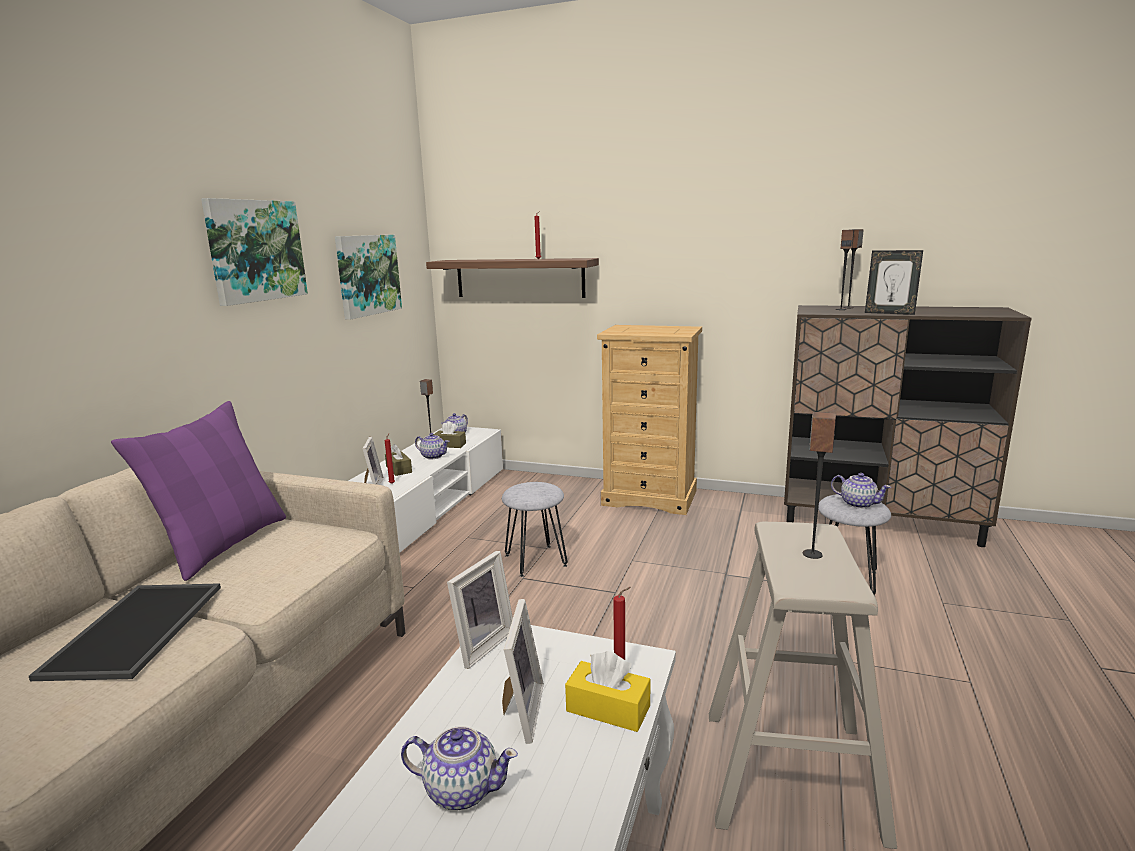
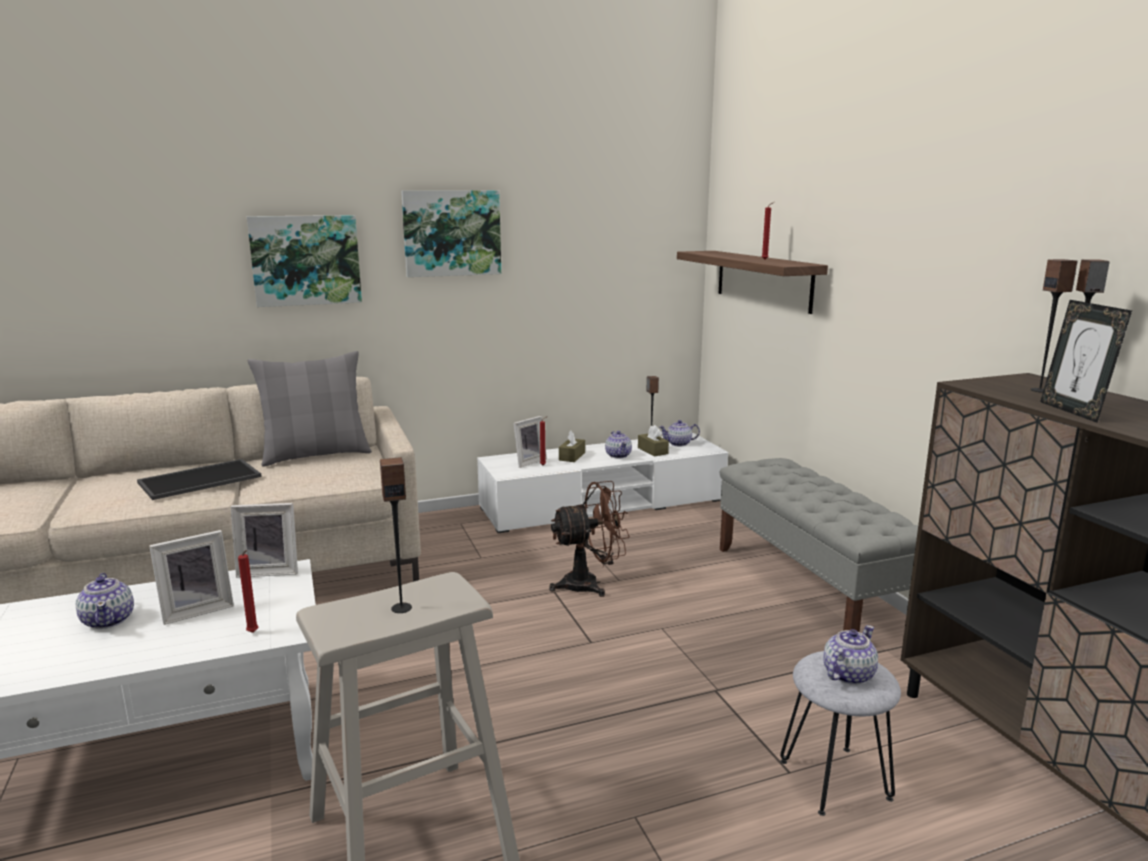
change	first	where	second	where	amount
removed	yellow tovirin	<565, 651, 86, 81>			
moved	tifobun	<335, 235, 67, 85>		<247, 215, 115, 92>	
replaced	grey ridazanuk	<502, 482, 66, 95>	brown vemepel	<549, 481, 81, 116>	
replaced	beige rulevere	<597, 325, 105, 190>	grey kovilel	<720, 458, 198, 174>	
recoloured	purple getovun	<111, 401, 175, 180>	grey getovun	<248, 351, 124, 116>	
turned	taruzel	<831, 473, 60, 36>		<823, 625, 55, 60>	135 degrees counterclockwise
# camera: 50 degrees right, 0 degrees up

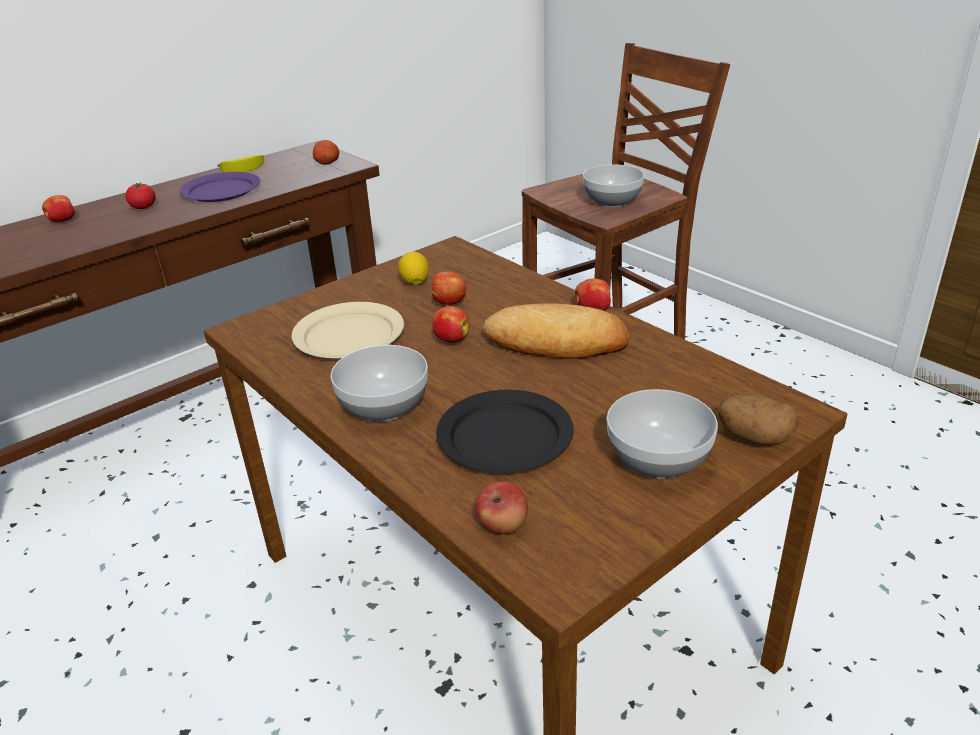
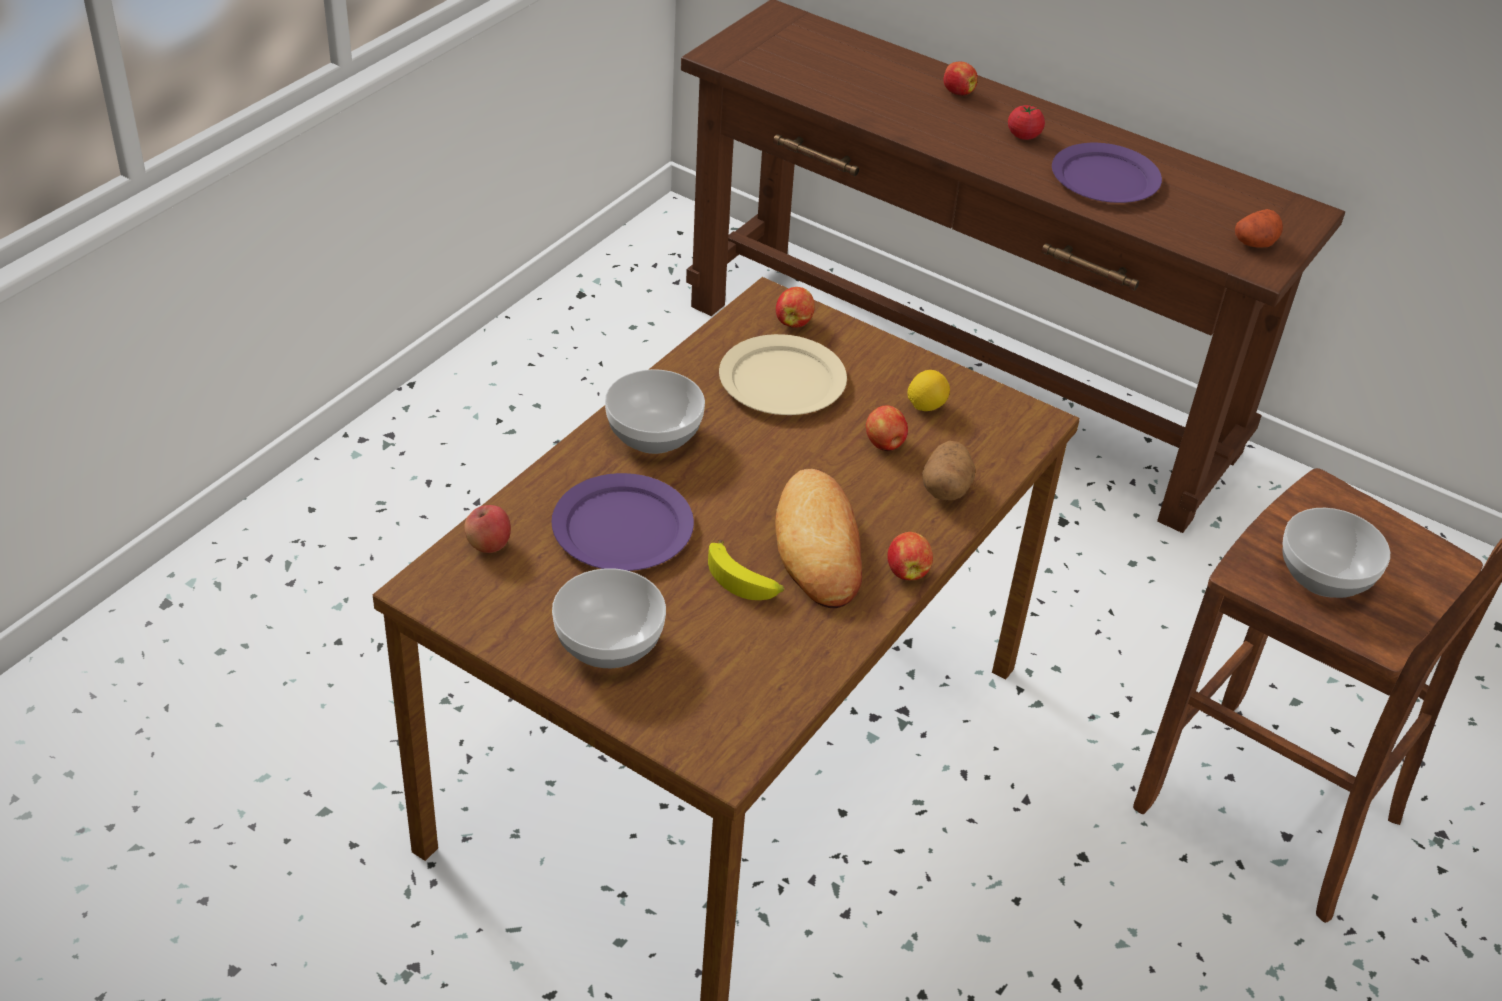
change	first	where	second	where	amount
moved	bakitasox	<217, 155, 47, 17>		<708, 540, 76, 60>	
moved	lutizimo	<432, 306, 38, 36>		<776, 287, 39, 41>	
moved	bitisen	<718, 395, 81, 50>		<922, 441, 53, 59>	
recoloured	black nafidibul	<436, 390, 138, 83>	purple nafidibul	<552, 473, 142, 98>	
# camera: 70 degrees right, 10 degrees up

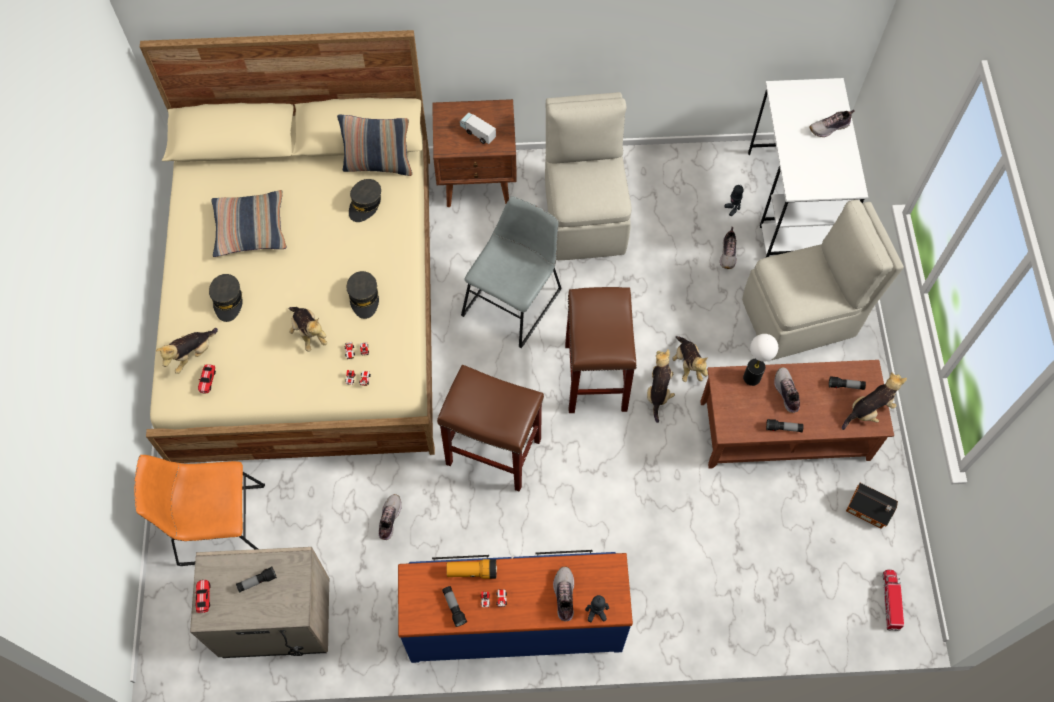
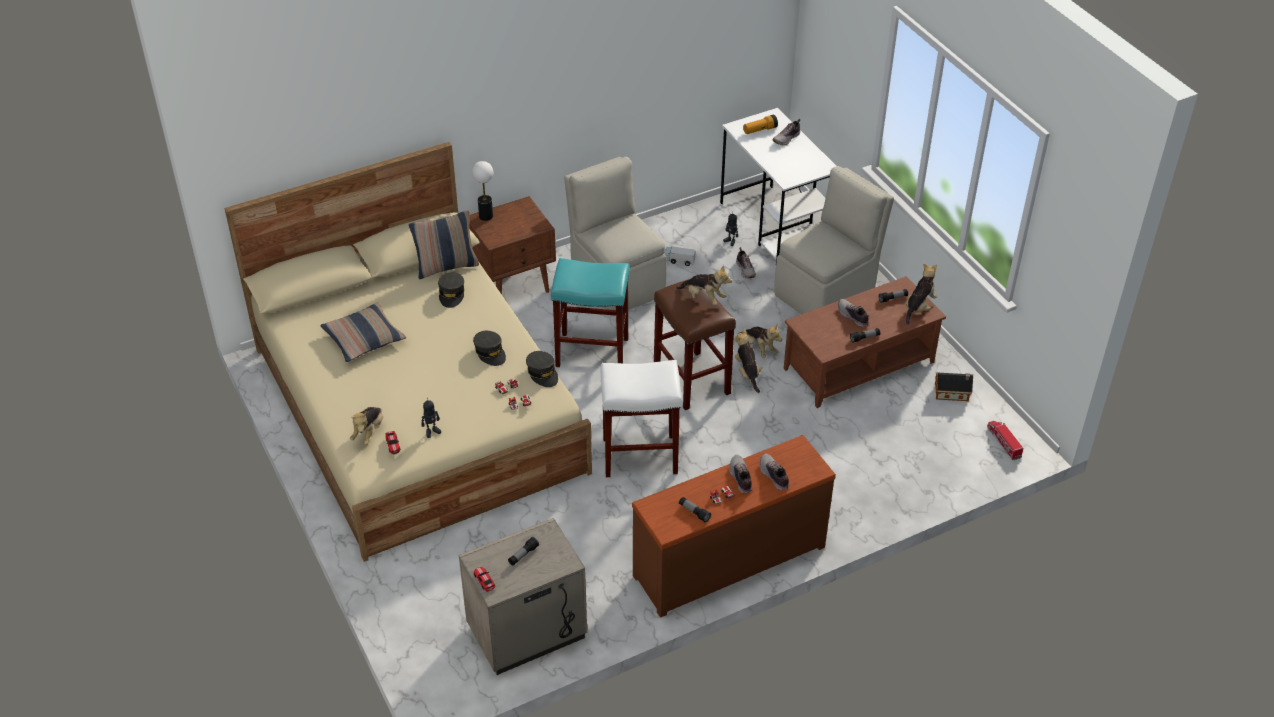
change	first	where	second	where	amount
removed	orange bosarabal	<134, 455, 131, 111>			
moved	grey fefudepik	<209, 274, 34, 48>		<526, 351, 32, 36>	
moved	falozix	<288, 307, 39, 45>		<676, 265, 56, 40>	
moved	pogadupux	<379, 494, 23, 46>		<729, 455, 23, 38>	
moved	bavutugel	<446, 559, 51, 20>		<743, 115, 35, 19>	
moved	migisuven	<460, 112, 36, 32>		<664, 246, 32, 20>	
moved	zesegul	<585, 595, 24, 27>		<421, 400, 20, 38>	
moved	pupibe	<743, 334, 35, 52>		<472, 161, 21, 60>	
replaced	grey bosarabal	<461, 196, 101, 152>	turquoise ridazanuk	<551, 258, 79, 109>	
recoloured	blue rulevere	<398, 550, 235, 113>	brown rulevere	<632, 435, 204, 182>	
recoloured	brown ridazanuk	<437, 365, 107, 127>	white ridazanuk	<601, 360, 81, 117>	
# camera: 25 degrees left, 20 degrees down

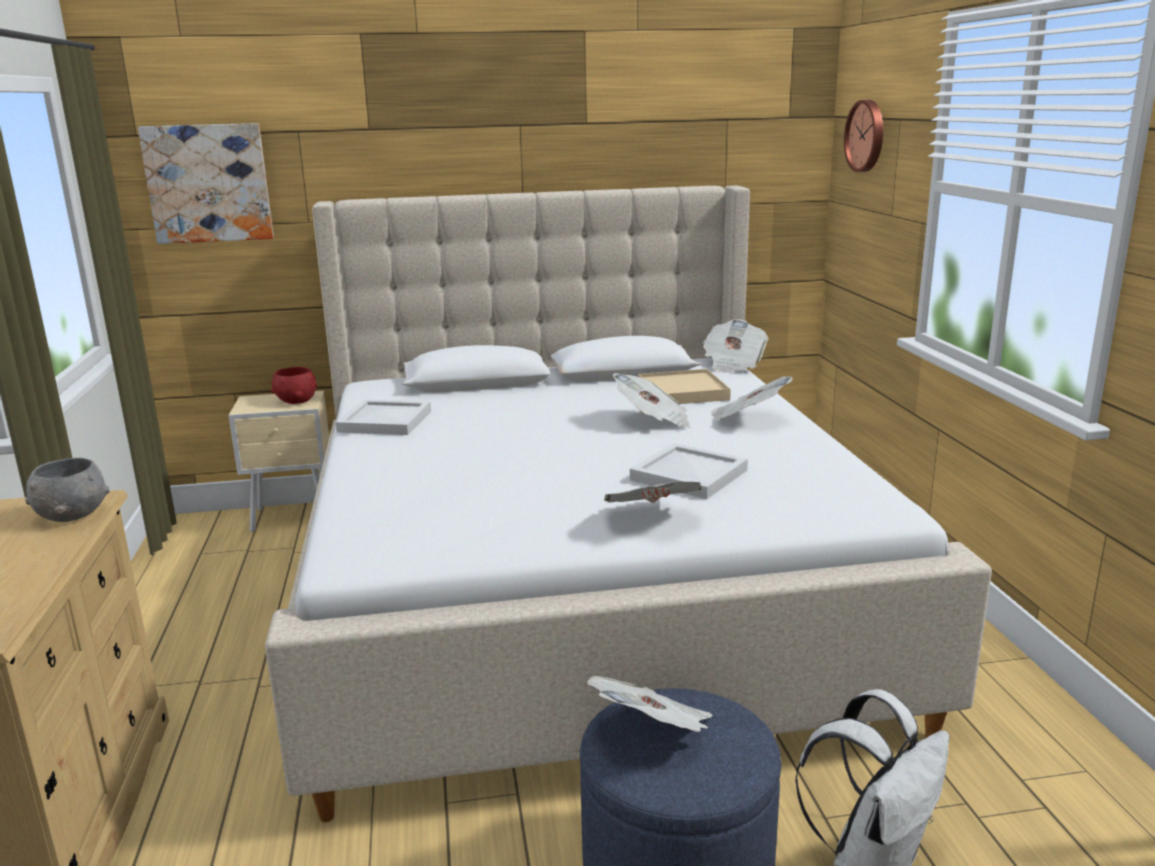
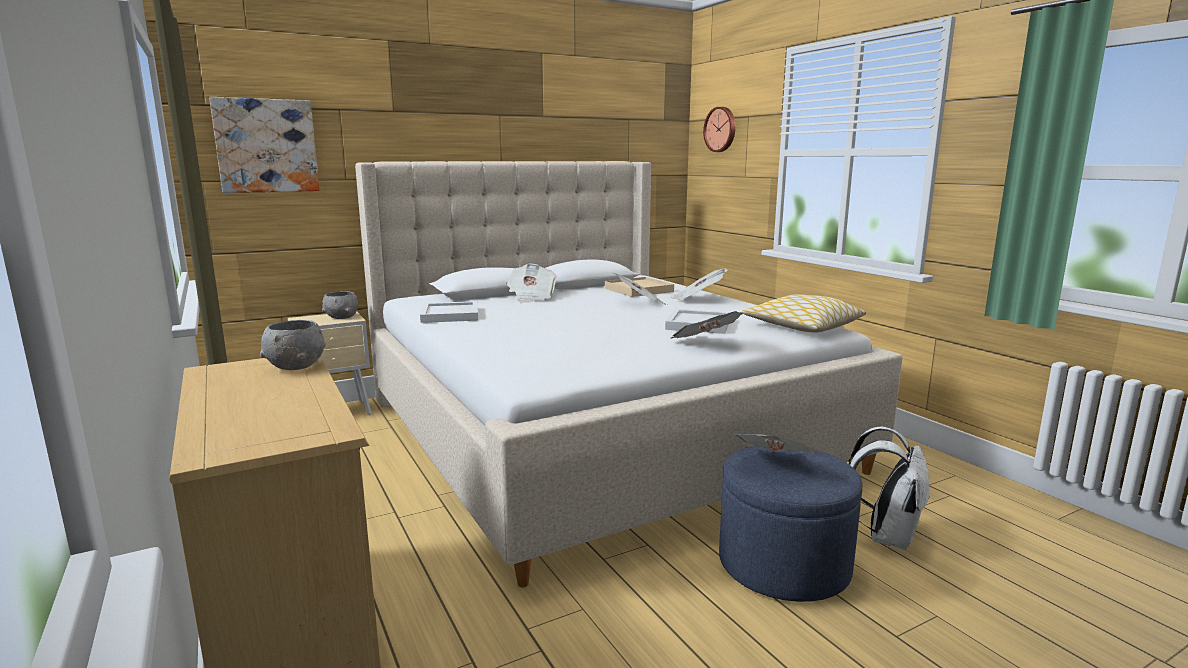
change	first	where	second	where	amount
added			getovun	<742, 294, 124, 39>	
moved	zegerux	<702, 319, 67, 54>		<506, 264, 51, 39>	
recoloured	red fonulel	<271, 367, 46, 37>	grey fonulel	<322, 291, 36, 28>	
# camera: 20 degrees left, 5 degrees down

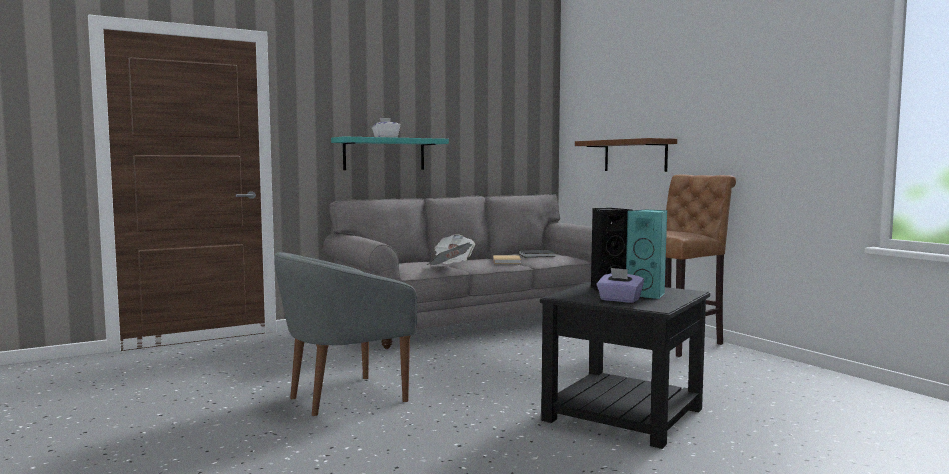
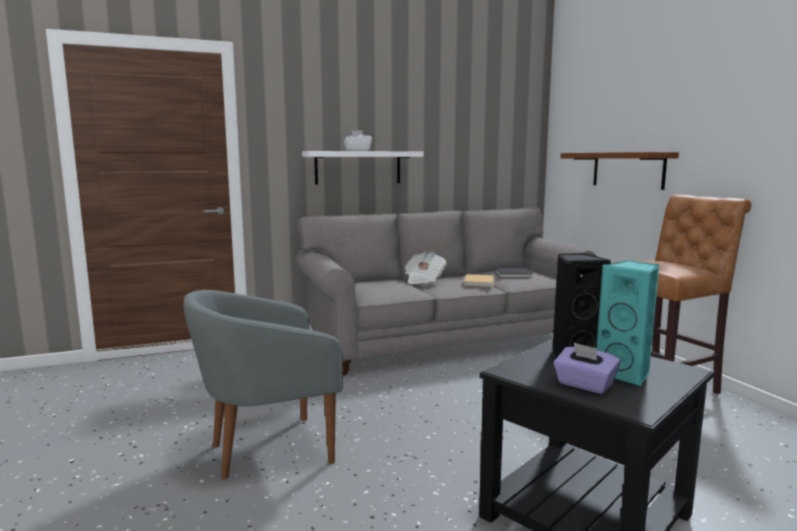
change	first	where	second	where	amount
removed	zegerux	<427, 243, 45, 22>			
recoloured	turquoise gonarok	<331, 136, 118, 34>	white gonarok	<302, 151, 122, 34>	
# camera: 10 degrees right, 5 degrees up

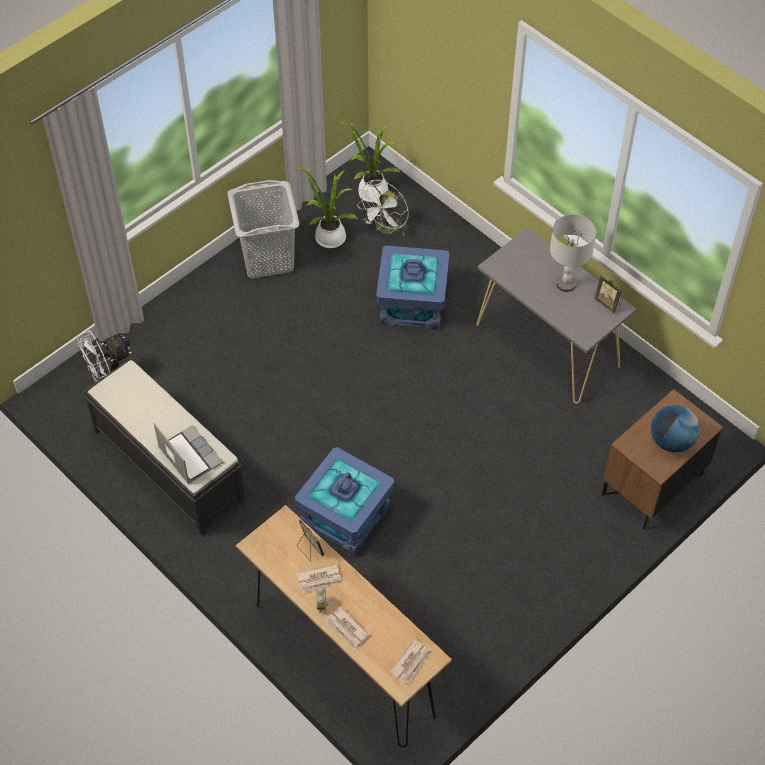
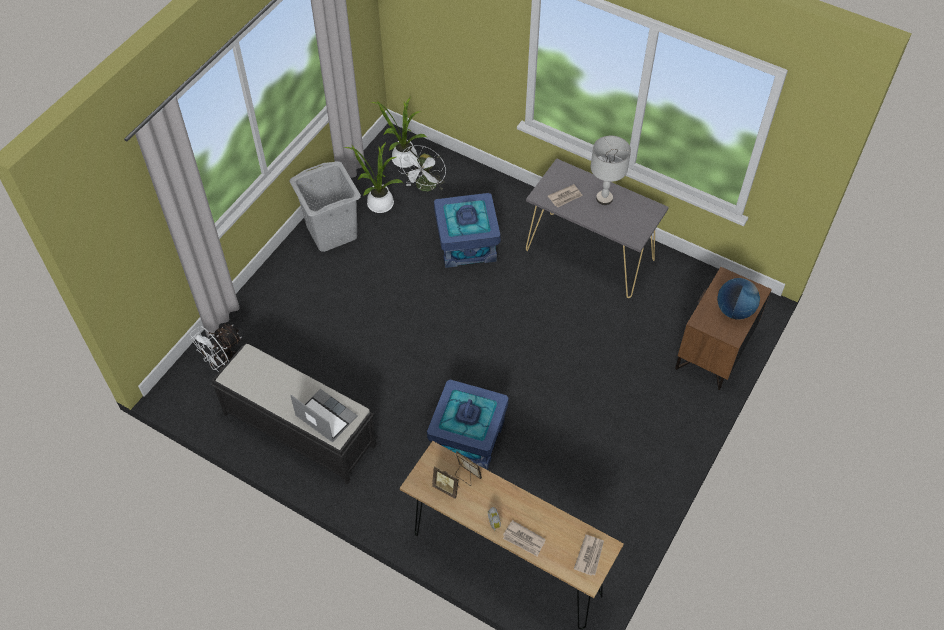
change	first	where	second	where	amount
moved	zegerux	<296, 563, 47, 30>		<548, 184, 35, 23>	
moved	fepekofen	<594, 275, 28, 38>		<432, 466, 26, 33>	
# camera: 15 degrees left, 0 degrees up

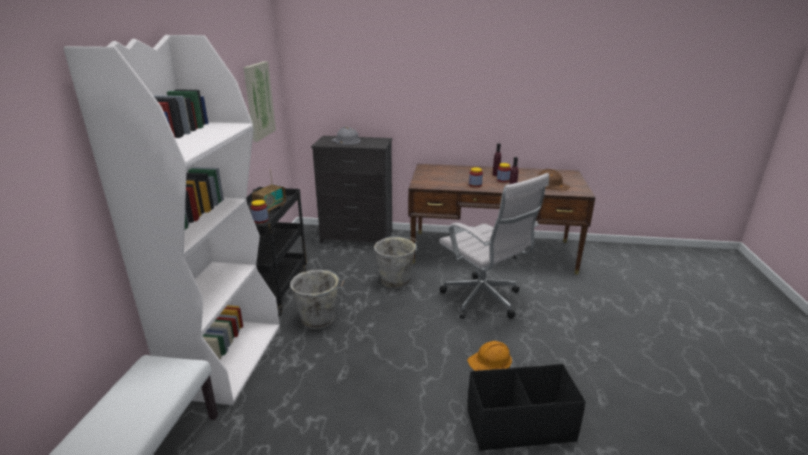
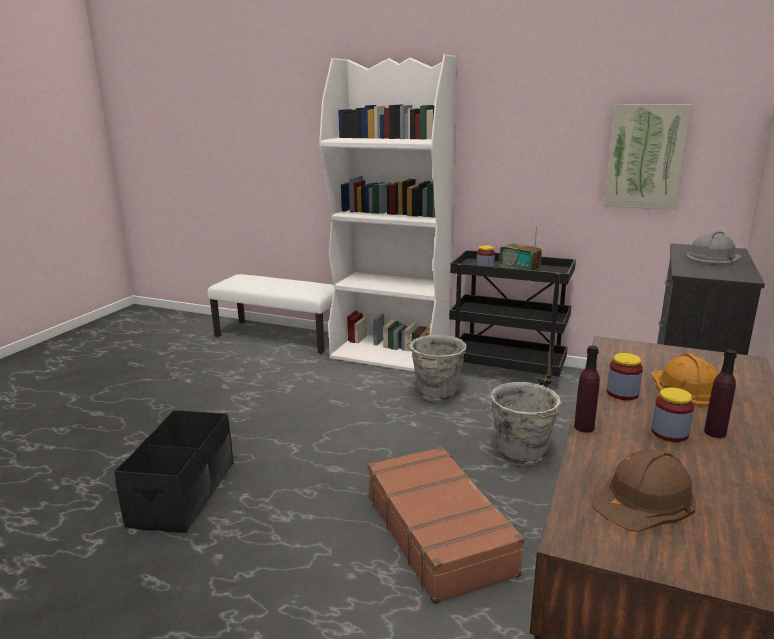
change	first	where	second	where	amount
moved	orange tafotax	<467, 341, 45, 30>		<651, 354, 68, 52>	
replaced	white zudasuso	<439, 173, 110, 146>	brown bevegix	<368, 446, 157, 158>	
# camera: 105 degrees right, 5 degrees down

